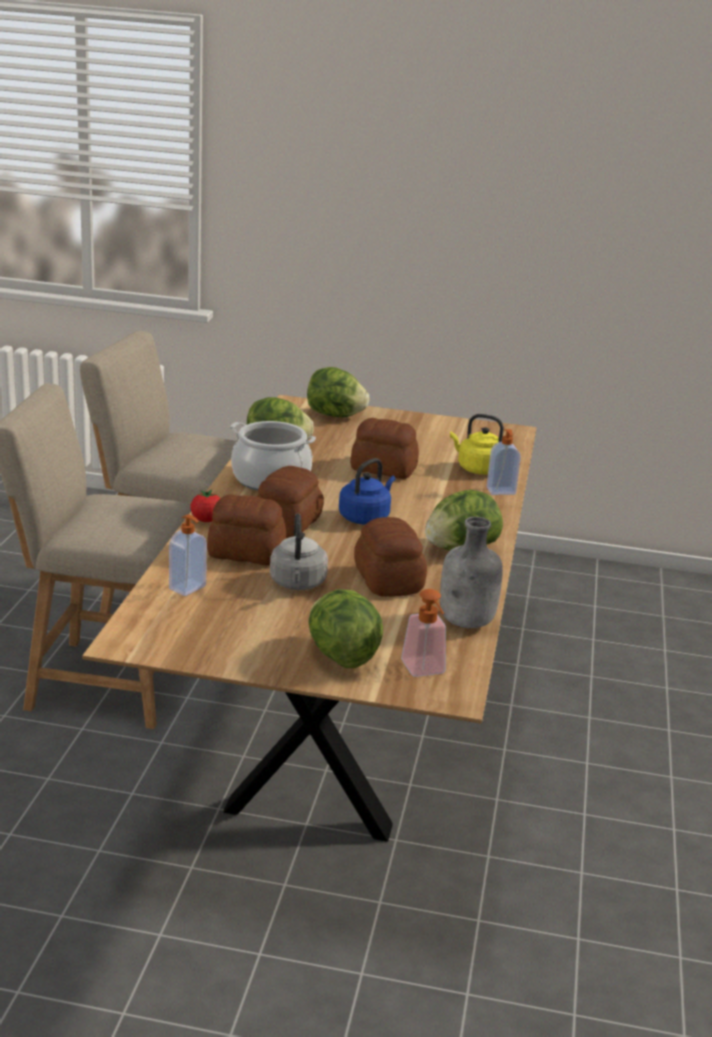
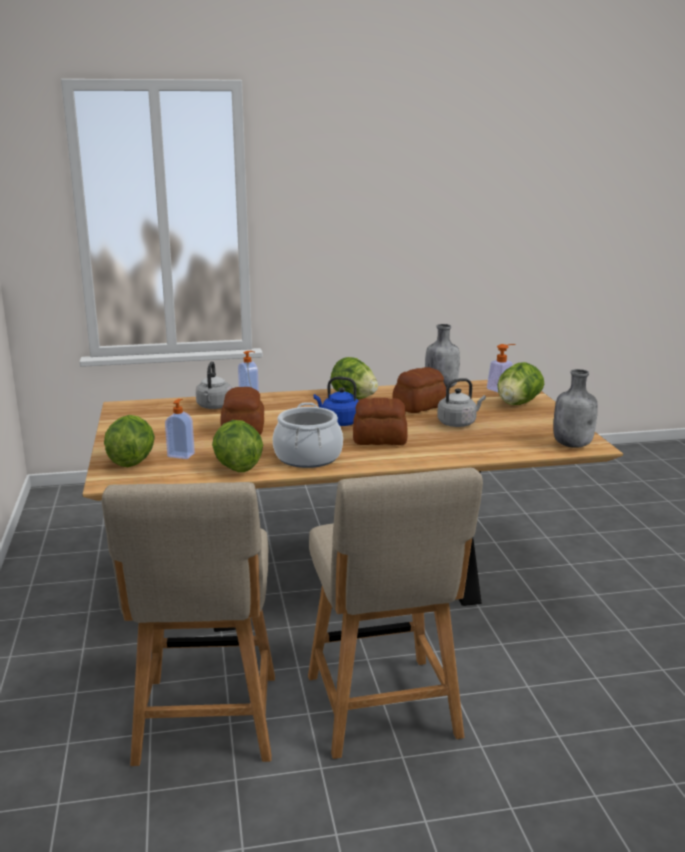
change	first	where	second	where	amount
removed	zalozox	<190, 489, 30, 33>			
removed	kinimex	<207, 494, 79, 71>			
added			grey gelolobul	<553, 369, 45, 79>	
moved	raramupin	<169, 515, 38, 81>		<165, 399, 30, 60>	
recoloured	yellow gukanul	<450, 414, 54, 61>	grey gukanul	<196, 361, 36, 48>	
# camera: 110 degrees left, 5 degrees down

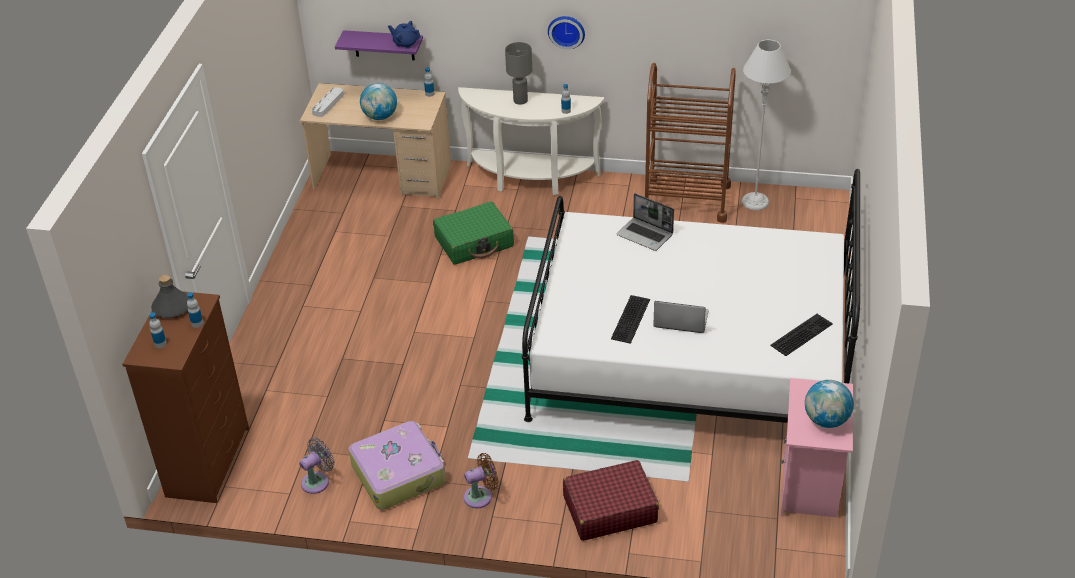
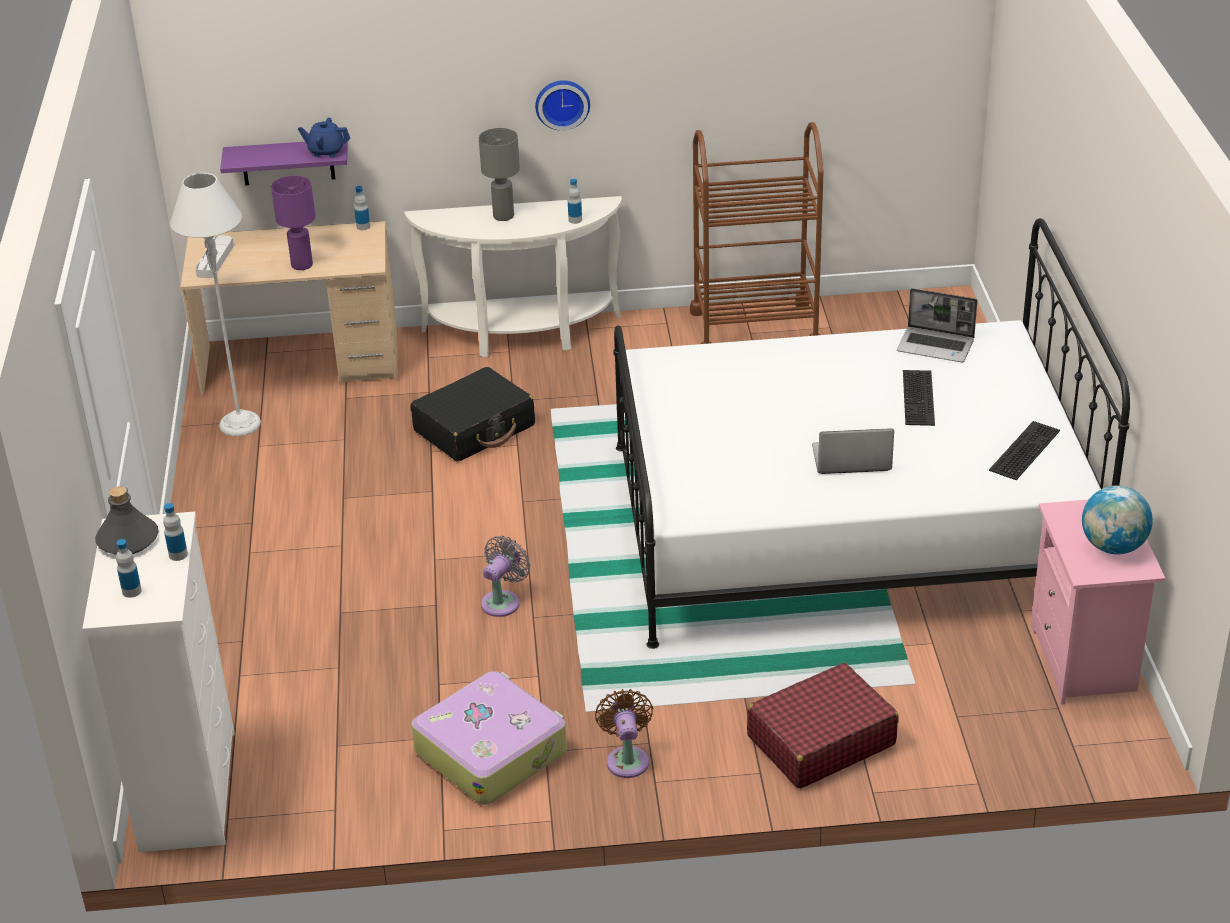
change	first	where	second	where	amount
moved	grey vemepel	<299, 438, 36, 56>		<481, 536, 50, 81>	
moved	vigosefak	<611, 295, 39, 49>		<903, 370, 32, 56>	
moved	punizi	<616, 193, 58, 58>		<897, 288, 80, 74>	
moved	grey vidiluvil	<742, 40, 49, 170>		<170, 173, 91, 263>	
replaced	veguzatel	<360, 83, 37, 37>	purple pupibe	<271, 175, 44, 95>	
recoloured	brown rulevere	<123, 291, 126, 212>	white rulevere	<82, 512, 153, 340>	
recoloured	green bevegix	<433, 202, 81, 63>	black bevegix	<410, 367, 125, 95>	
turned	brown vemepel	<464, 453, 34, 55>		<595, 689, 58, 89>	60 degrees counterclockwise
# camera: 15 degrees left, 5 degrees down

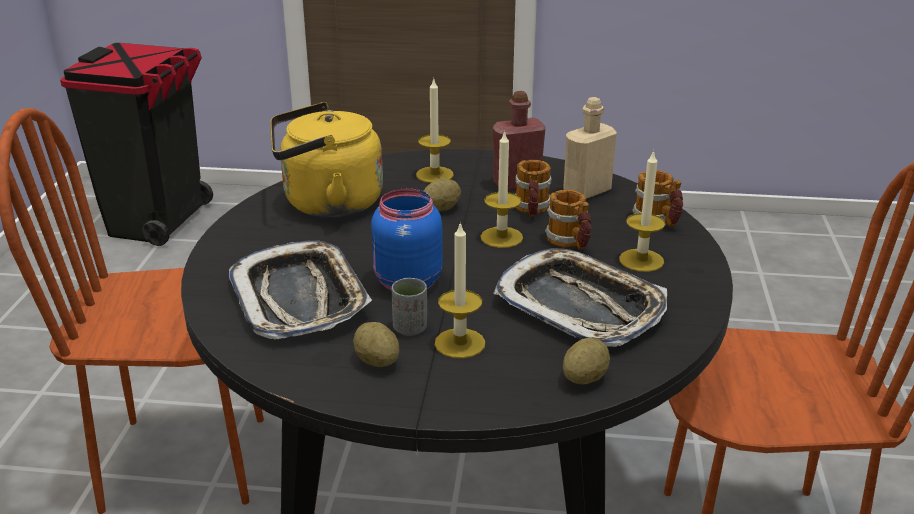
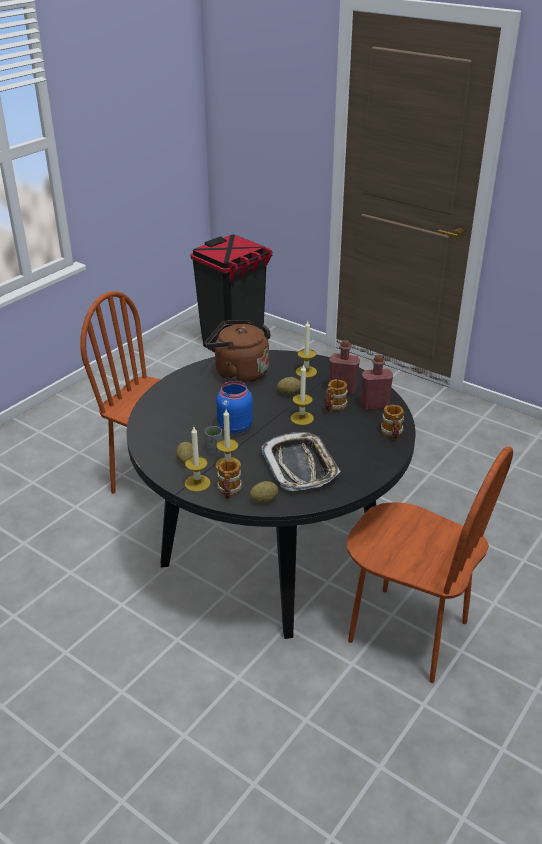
change	first	where	second	where	amount
removed	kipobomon	<229, 241, 143, 99>			
moved	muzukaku	<545, 190, 46, 60>		<217, 460, 25, 39>	
moved	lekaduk	<619, 150, 46, 122>		<185, 427, 26, 65>	
recoloured	yellow gukanul	<270, 102, 113, 116>	brown gukanul	<205, 320, 64, 63>	
recoloured	beige gelolobul	<563, 97, 54, 102>	red gelolobul	<361, 354, 32, 56>	
# camera: 30 degrees right, 5 degrees up

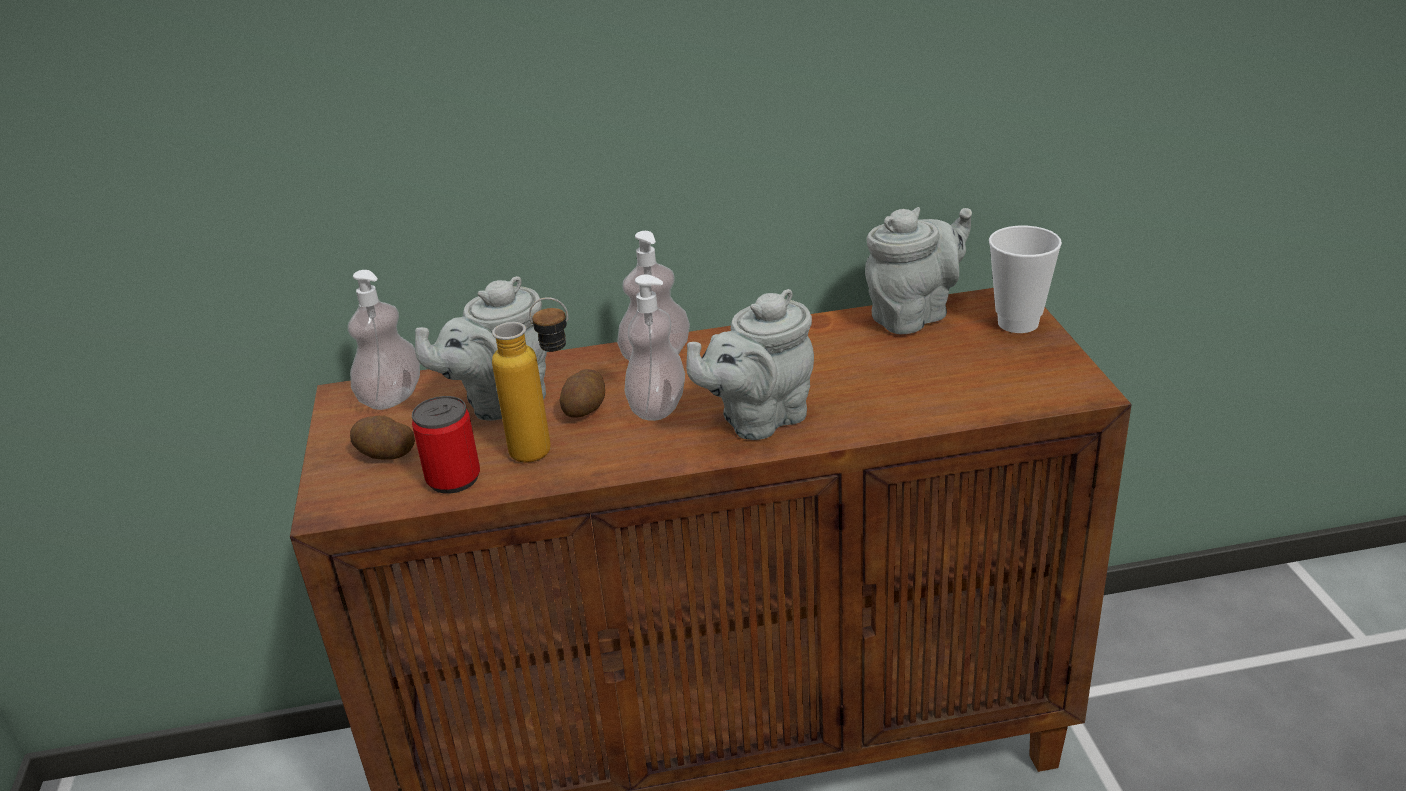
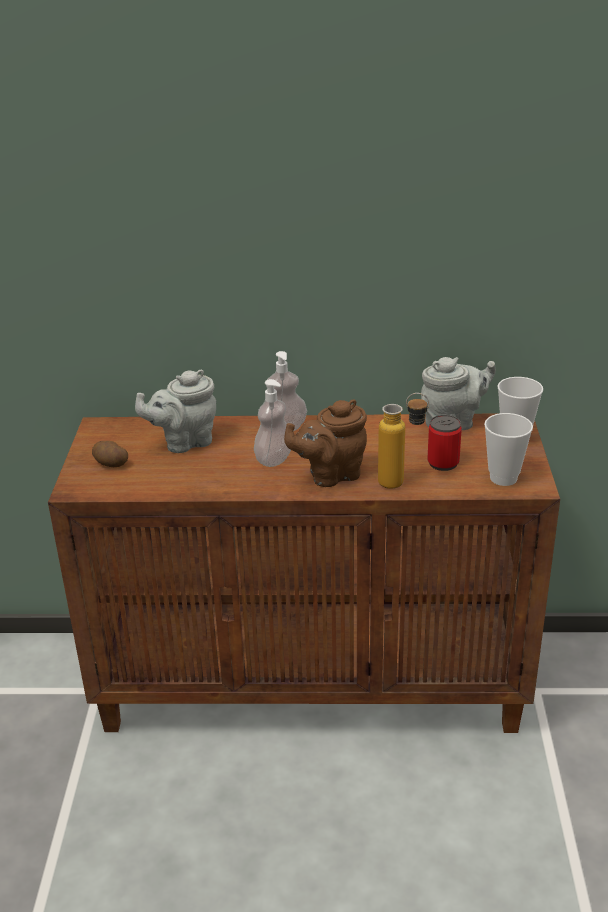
change	first	where	second	where	amount
removed	raramupin	<348, 270, 72, 140>			
removed	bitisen	<559, 369, 46, 49>			
added			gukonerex	<484, 413, 49, 73>	
moved	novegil	<412, 396, 68, 98>		<427, 415, 35, 56>	
moved	gelolobul	<492, 297, 77, 166>		<378, 393, 51, 96>	
recoloured	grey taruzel	<686, 289, 128, 151>	brown taruzel	<284, 399, 83, 88>	
# camera: 10 degrees right, 0 degrees up

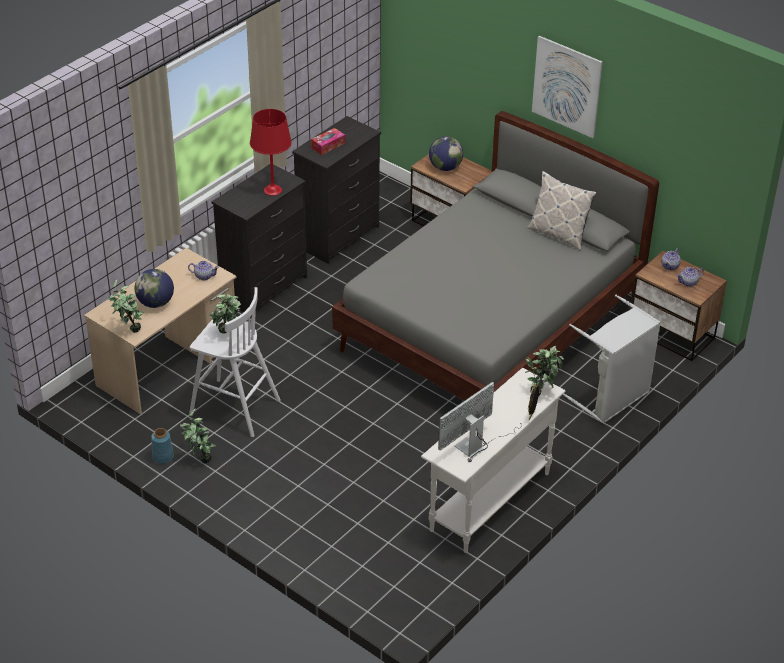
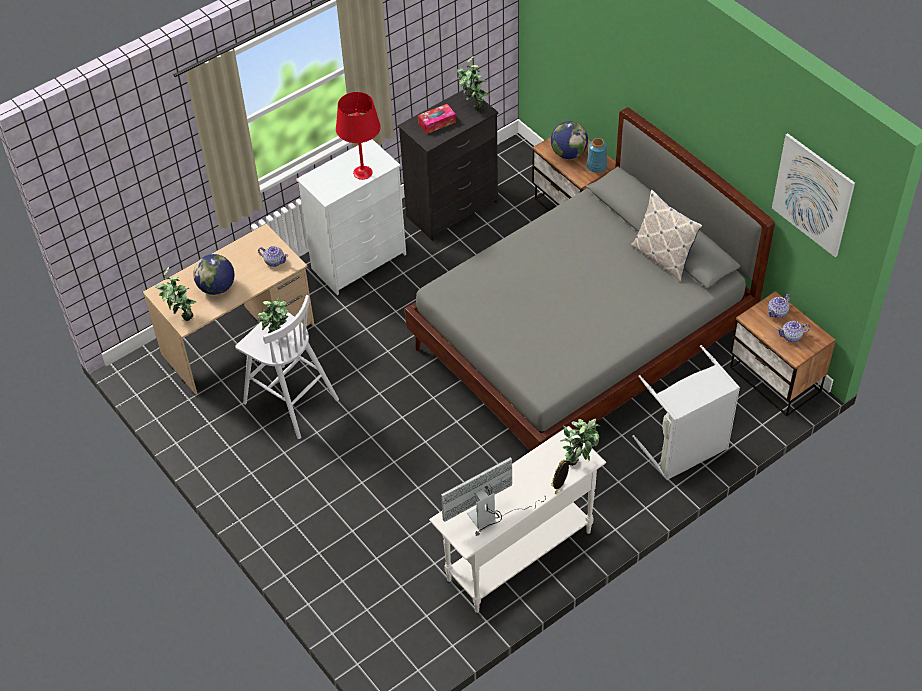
change	first	where	second	where	amount
moved	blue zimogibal	<151, 428, 23, 36>		<587, 138, 20, 35>	
moved	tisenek	<180, 409, 36, 54>		<456, 56, 34, 55>	
moved	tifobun	<532, 36, 71, 102>		<772, 133, 83, 124>	
recoloured	black rulevere	<212, 164, 95, 153>	white rulevere	<296, 139, 110, 156>	
# camera: 15 degrees right, 10 degrees up

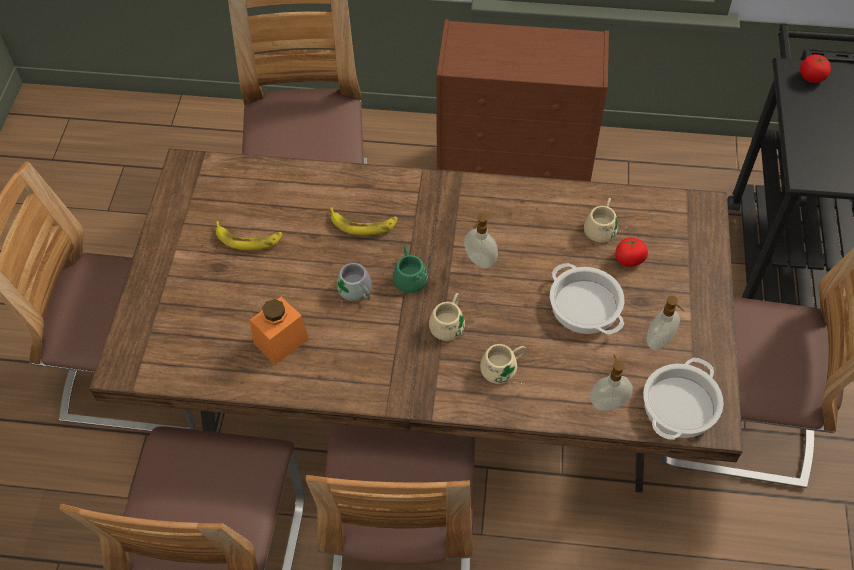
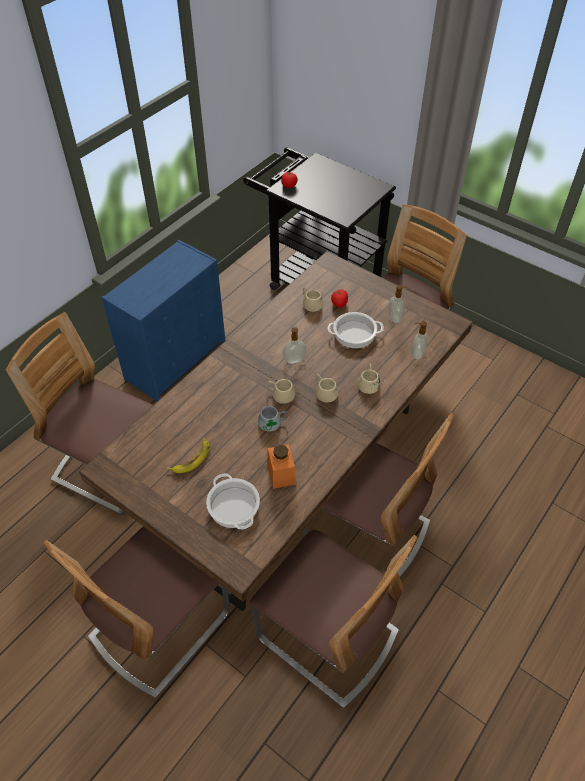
change	first	where	second	where	amount
removed	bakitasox	<330, 207, 68, 28>			
moved	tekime	<643, 358, 81, 82>		<206, 474, 54, 55>	
recoloured	green muzukaku	<393, 246, 40, 47>	beige muzukaku	<267, 379, 28, 25>	
recoloured	brown rulevere	<436, 20, 173, 161>	blue rulevere	<101, 240, 124, 161>	
# camera: 60 degrees left, 5 degrees down

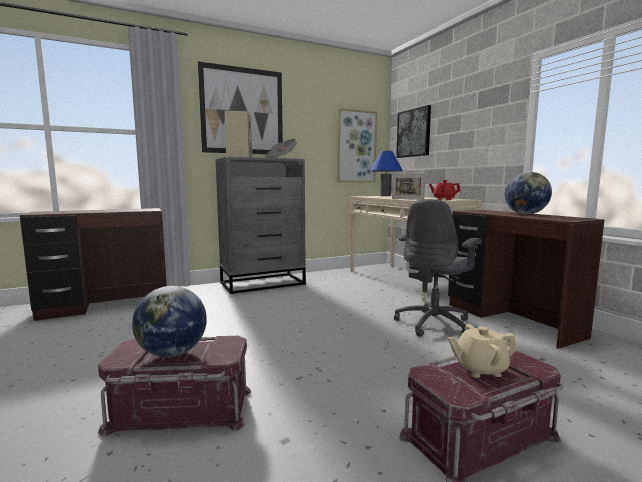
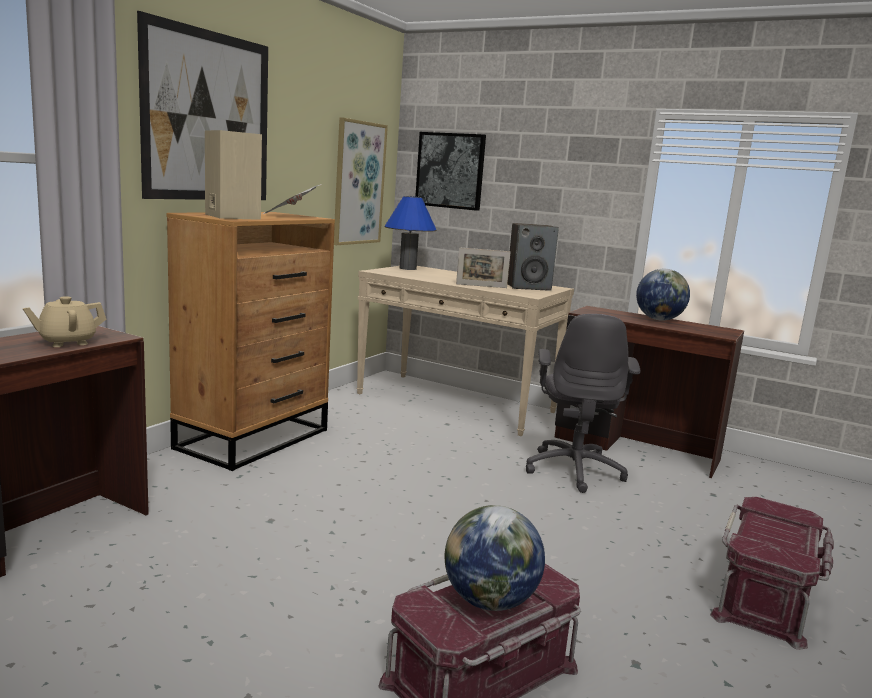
change	first	where	second	where	amount
moved	beige taruzel	<448, 324, 69, 54>		<23, 296, 83, 51>	
replaced	red taruzel	<429, 180, 32, 20>	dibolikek	<507, 223, 52, 68>	
recoloured	grey rulevere	<215, 157, 91, 137>	brown rulevere	<167, 212, 168, 259>	
# camera: 35 degrees left, 5 degrees up

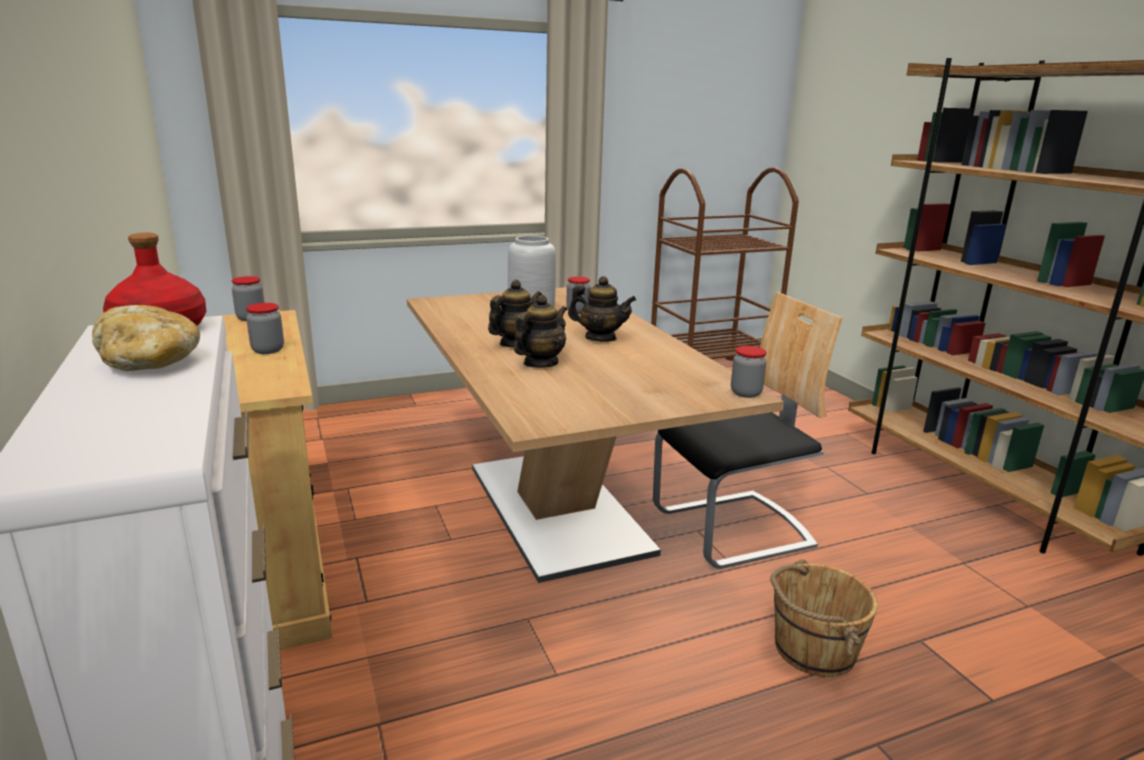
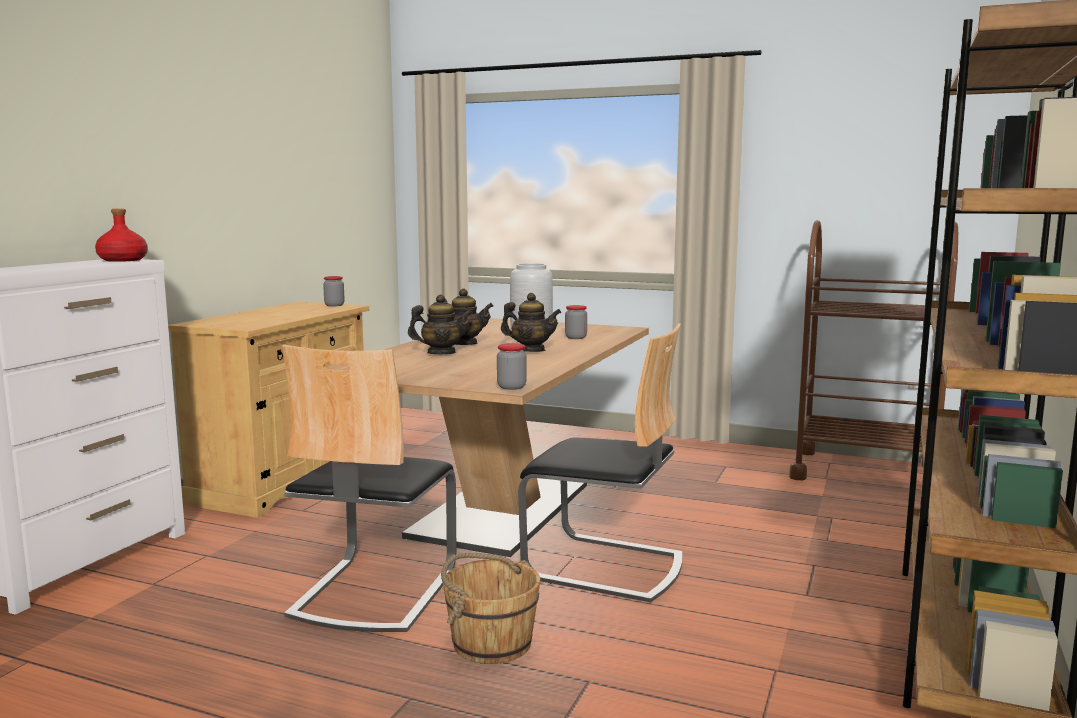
change	first	where	second	where	amount
removed	kinimex	<92, 305, 108, 66>			
removed	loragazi	<246, 303, 38, 51>			
added			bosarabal	<282, 344, 174, 288>	
turned	taruzel	<568, 276, 68, 66>		<501, 293, 60, 59>	45 degrees counterclockwise
# camera: 45 degrees right, 10 degrees down

